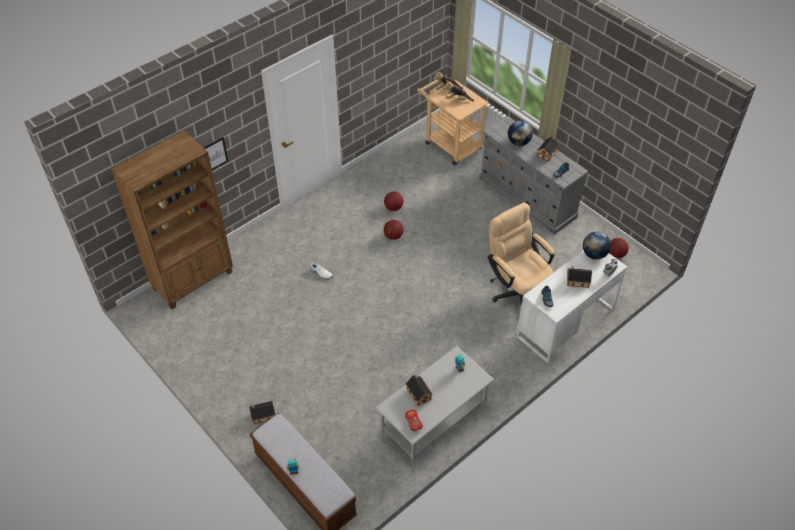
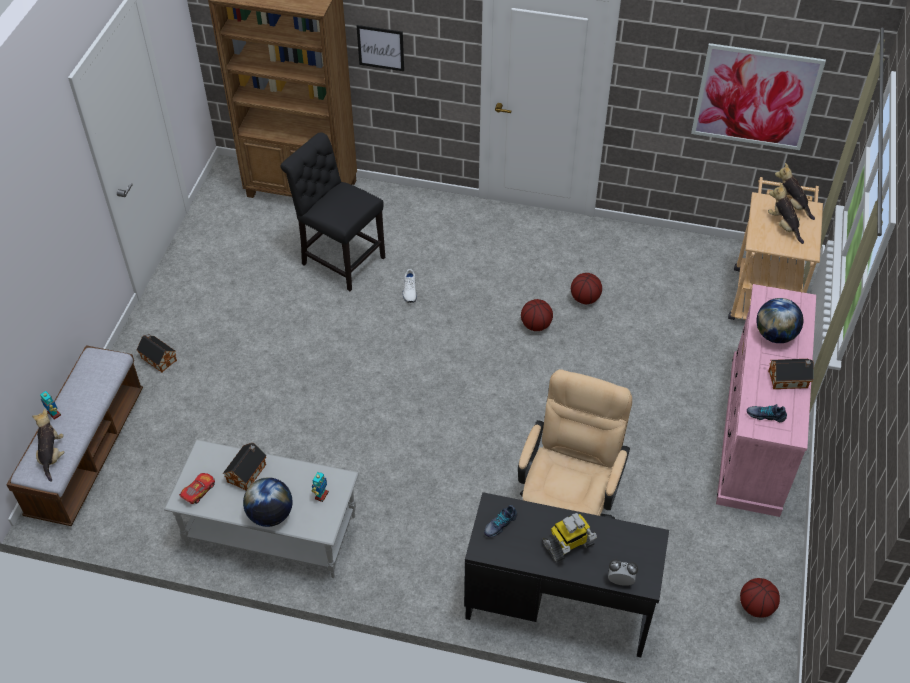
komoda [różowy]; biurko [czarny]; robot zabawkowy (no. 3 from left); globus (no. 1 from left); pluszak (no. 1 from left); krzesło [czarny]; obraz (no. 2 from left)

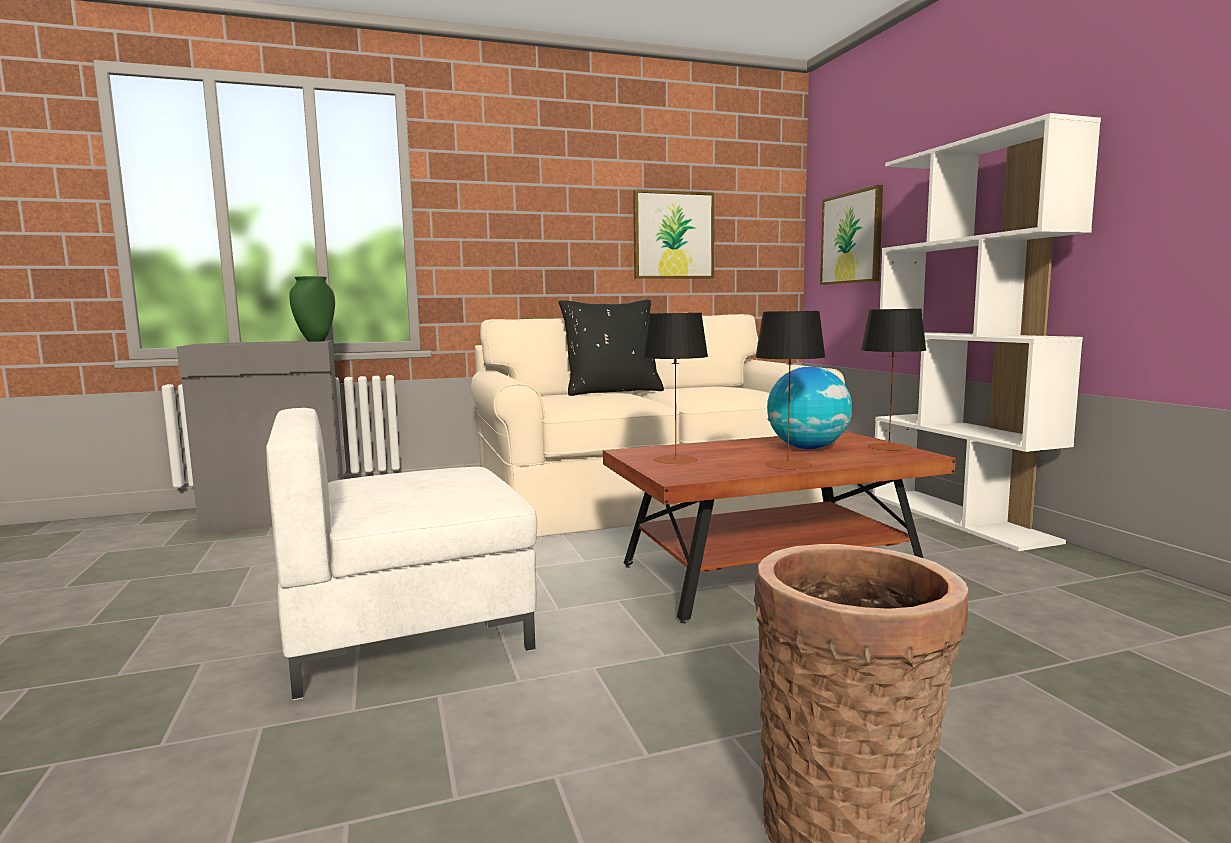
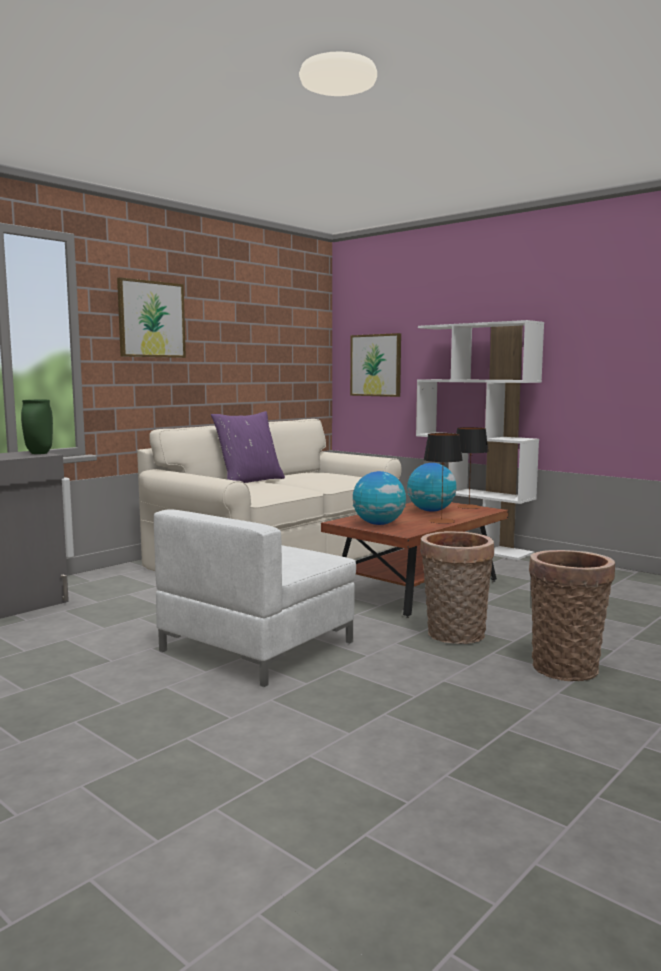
poduszka [fioletowy]; obraz (no. 1 from left); globus (no. 1 from left); koszyk (no. 1 from left)

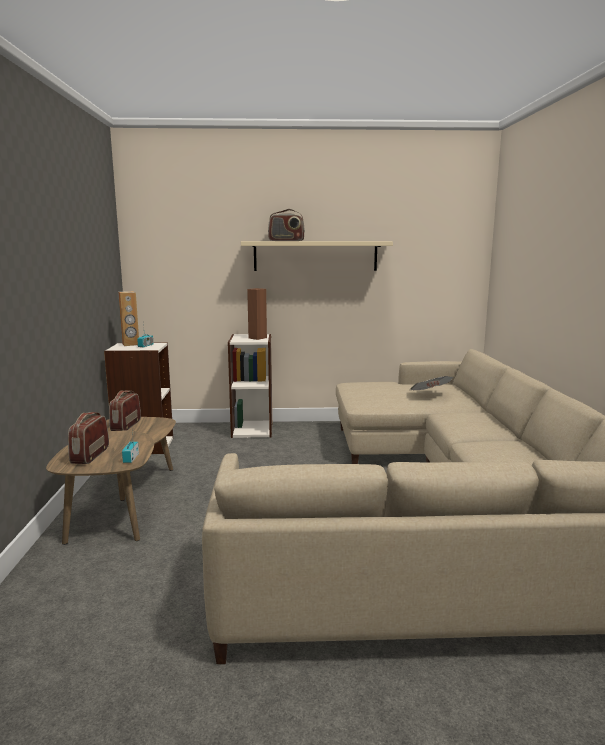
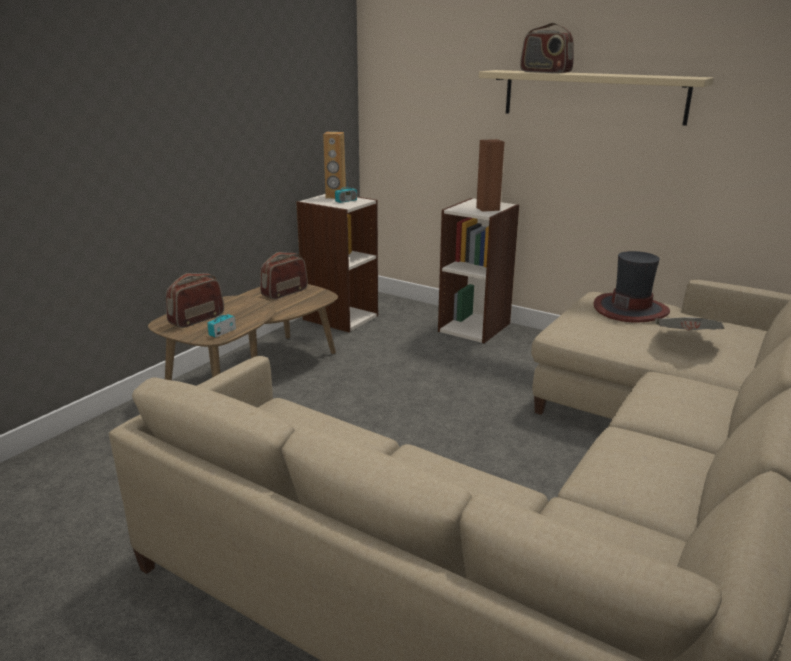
kapelusz

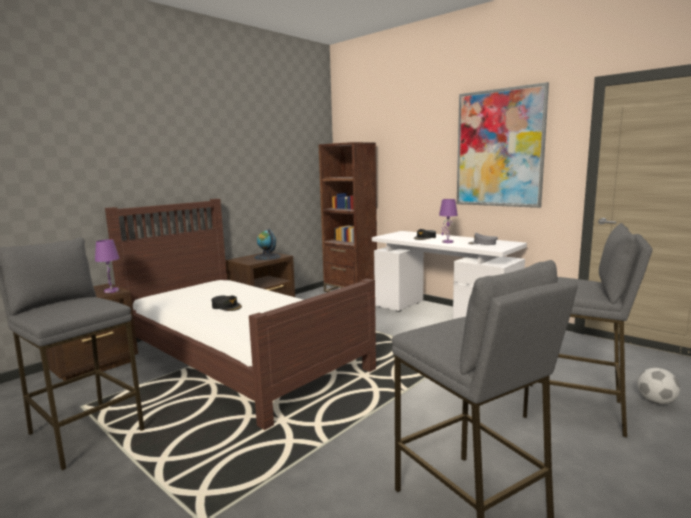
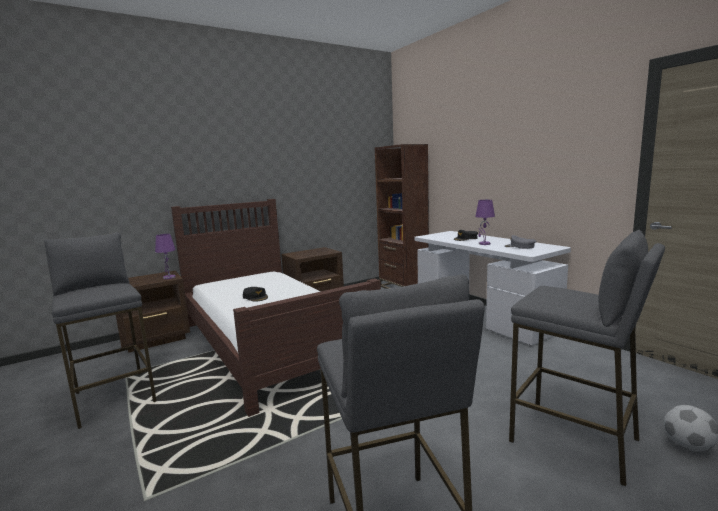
globus; obraz

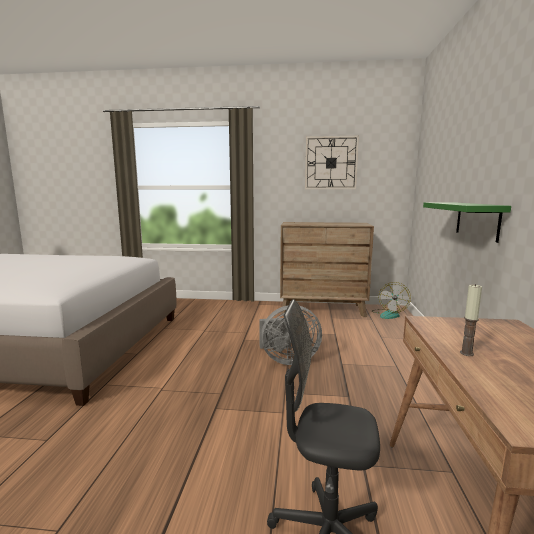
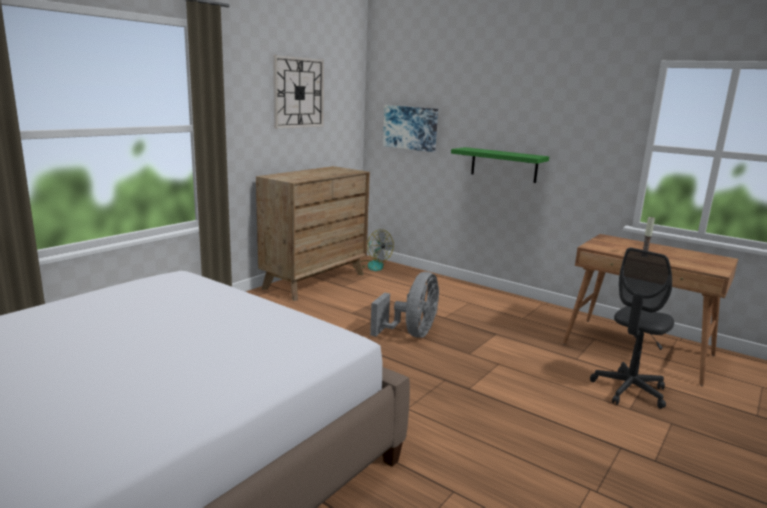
obraz

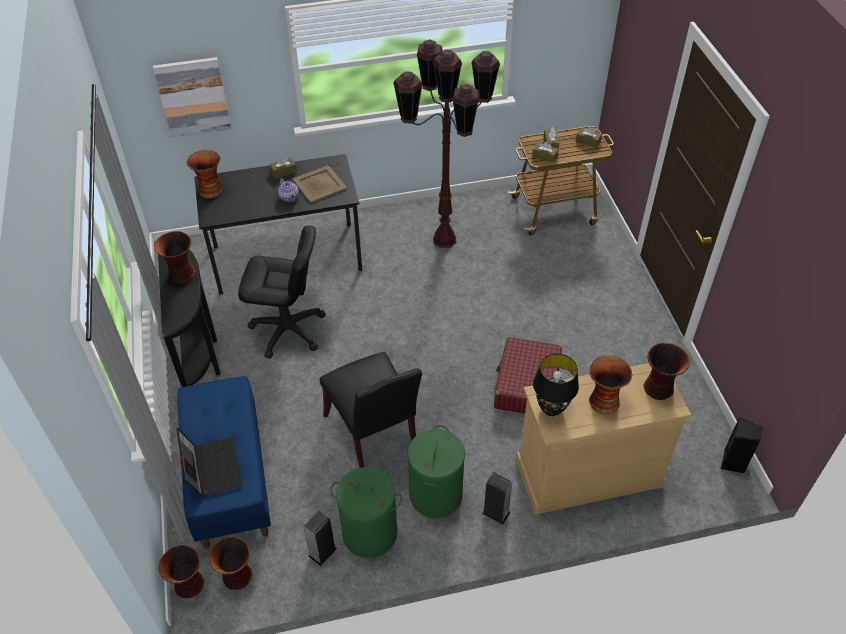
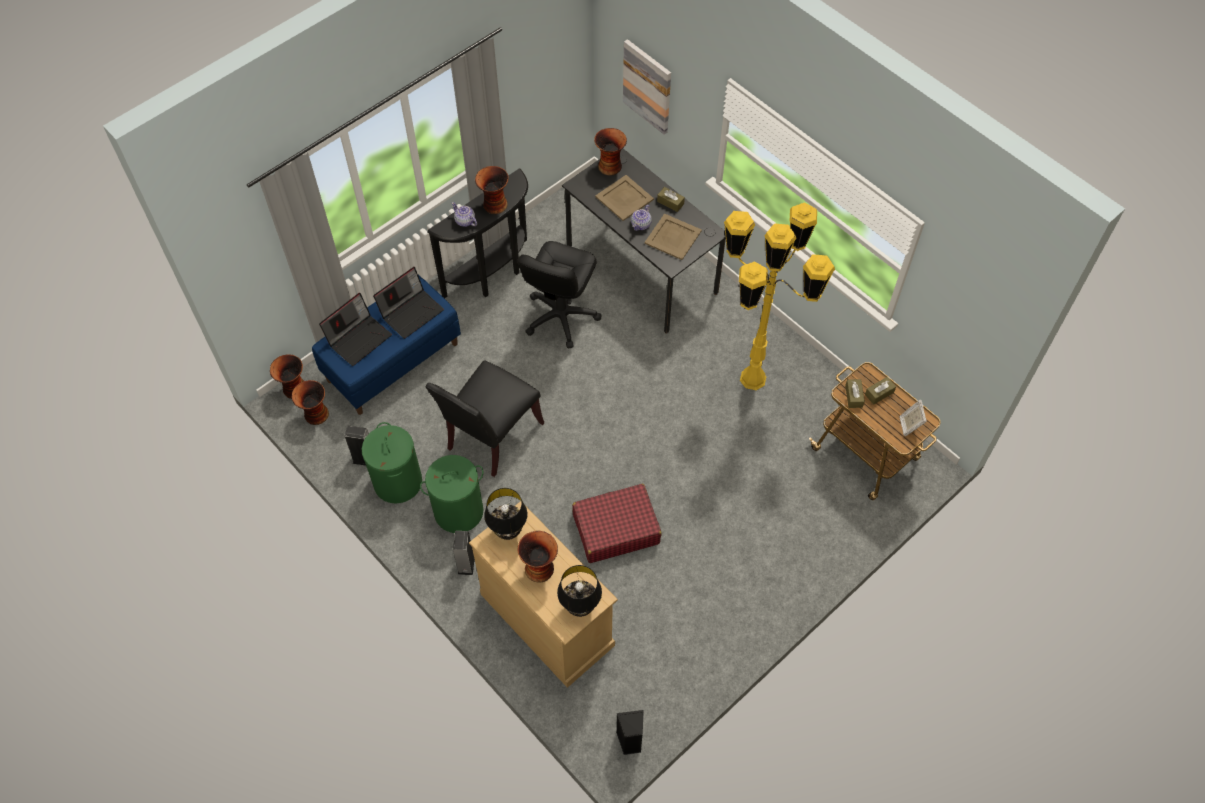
krzesło biurowe [czarny]; lampa stojąca [żółty]; ramka na zdjęcie; lampa stołowa [czarny] (no. 2 from left); laptop (no. 2 from left); imbryk (no. 1 from left); taca [beżowy] (no. 1 from left)

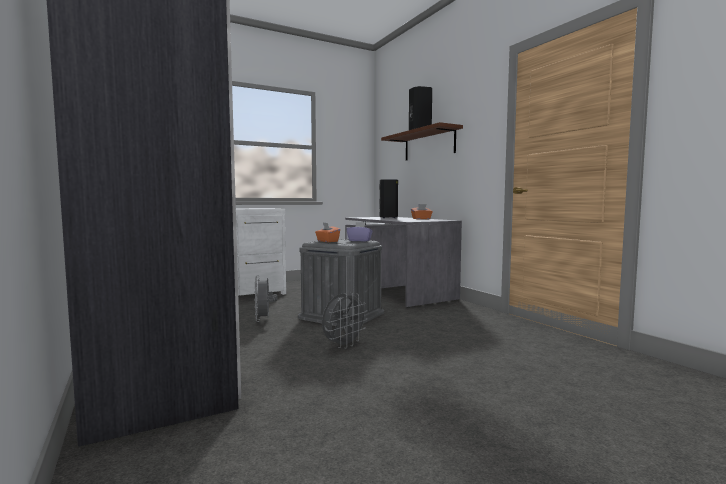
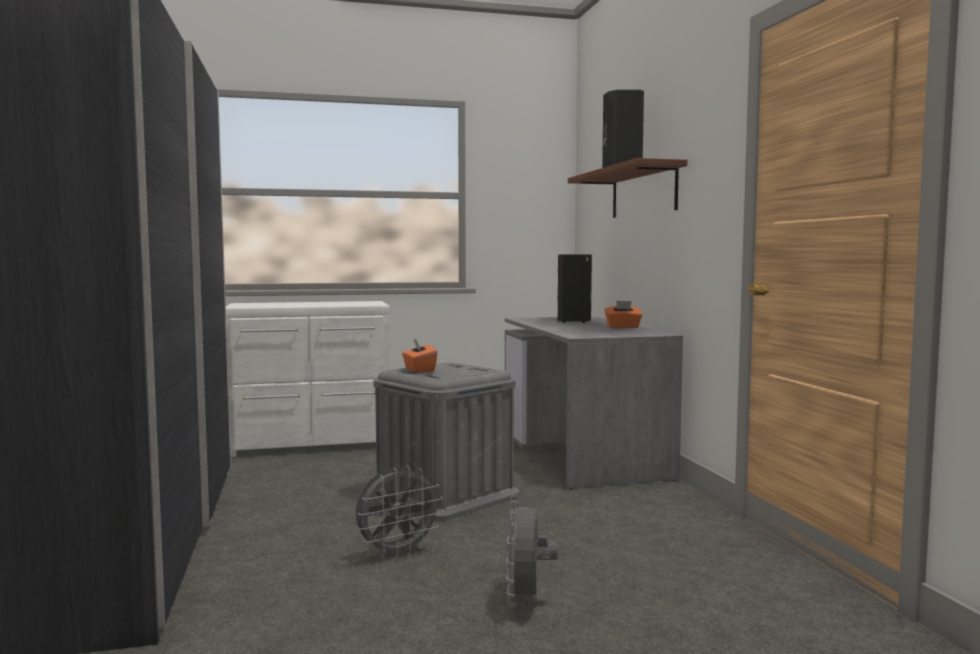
wentylator [szary] (no. 2 from left); pudełko chusteczek [fioletowy]

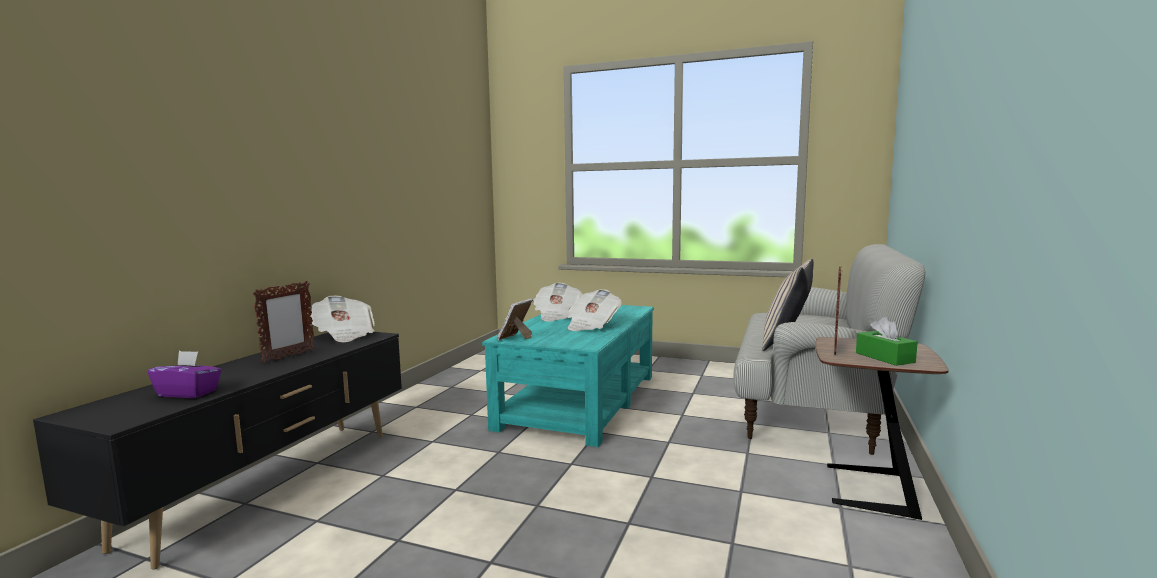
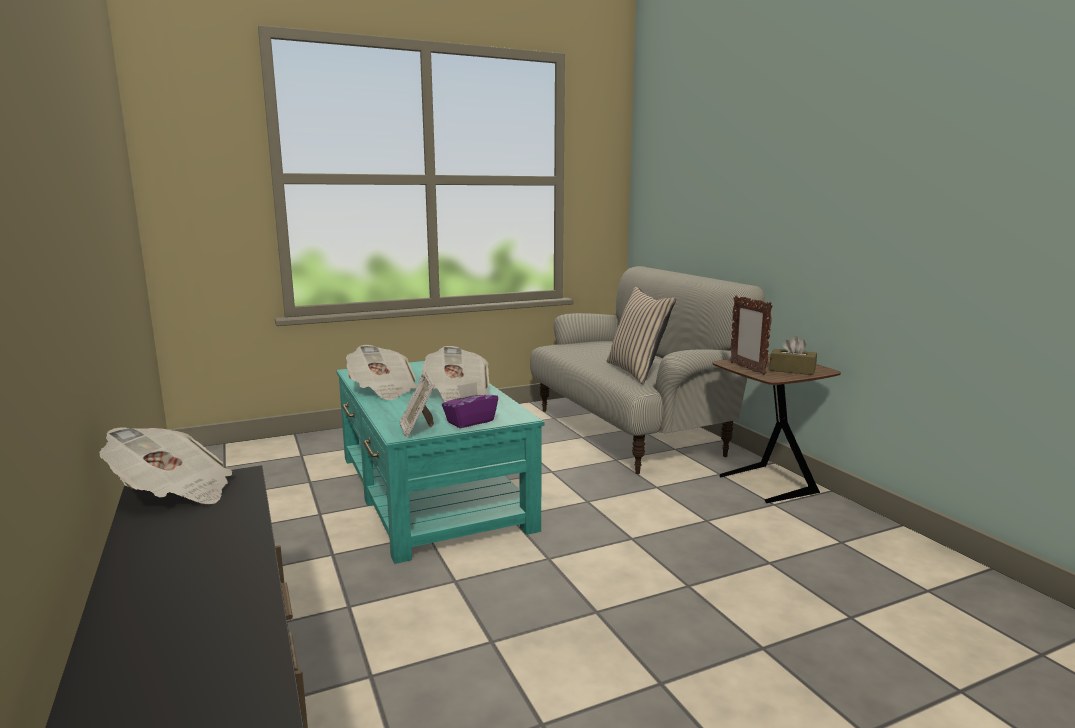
pudełko chusteczek [fioletowy]; ramka na zdjęcie (no. 1 from left in the first image); pudełko chusteczek [brązowy]

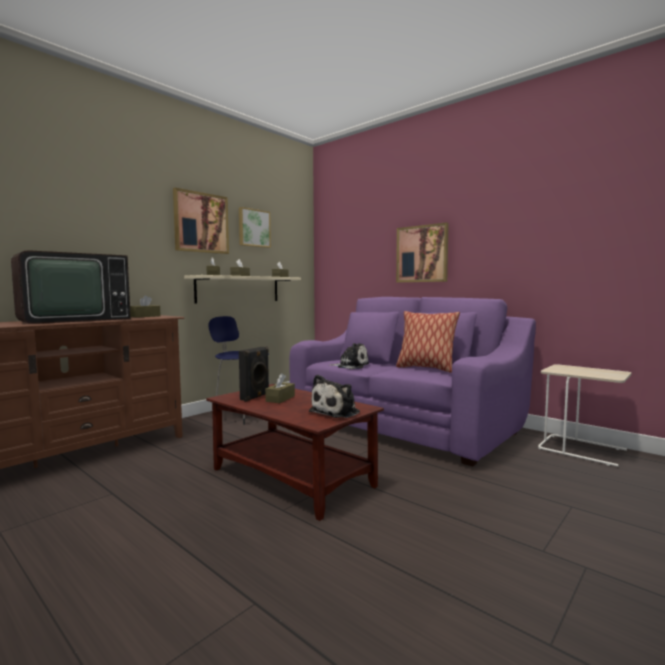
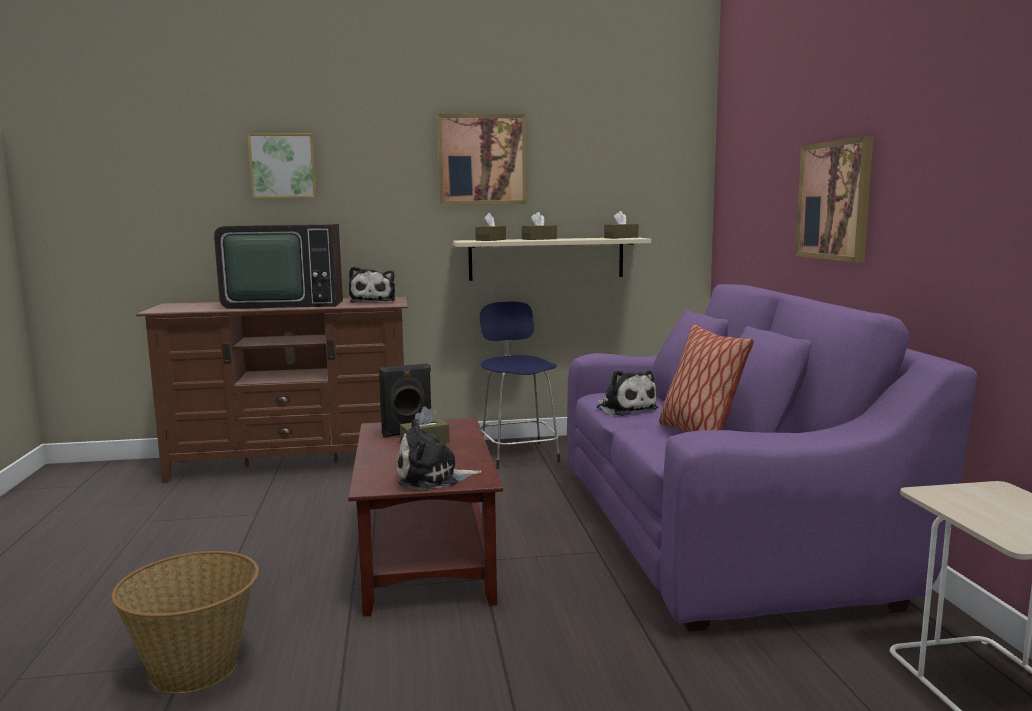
pluszak (no. 1 from left); obraz (no. 1 from left); koszyk

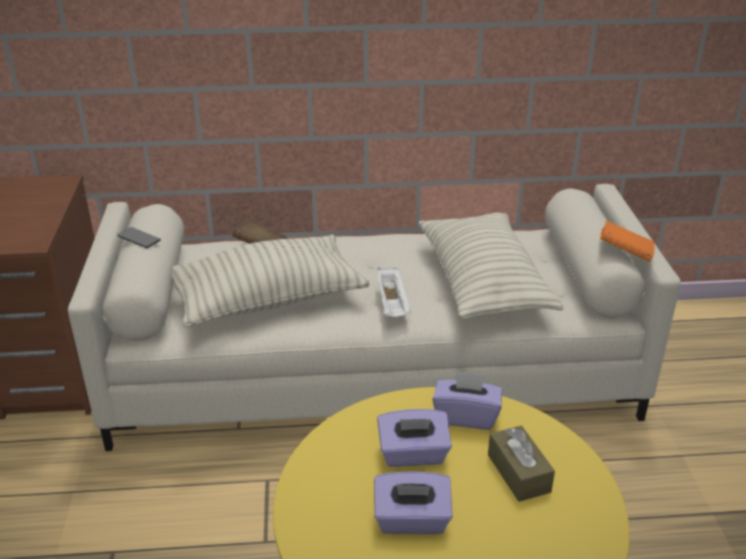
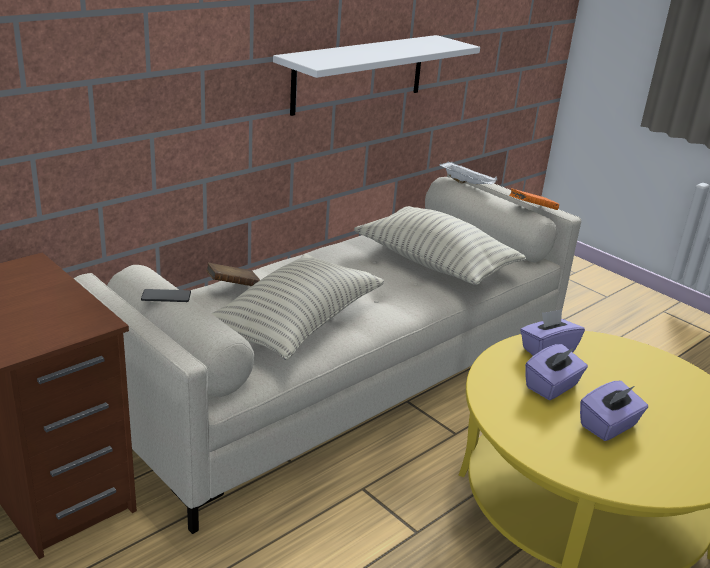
taca [biały]; pudełko chusteczek [brązowy]; półka [biały]

